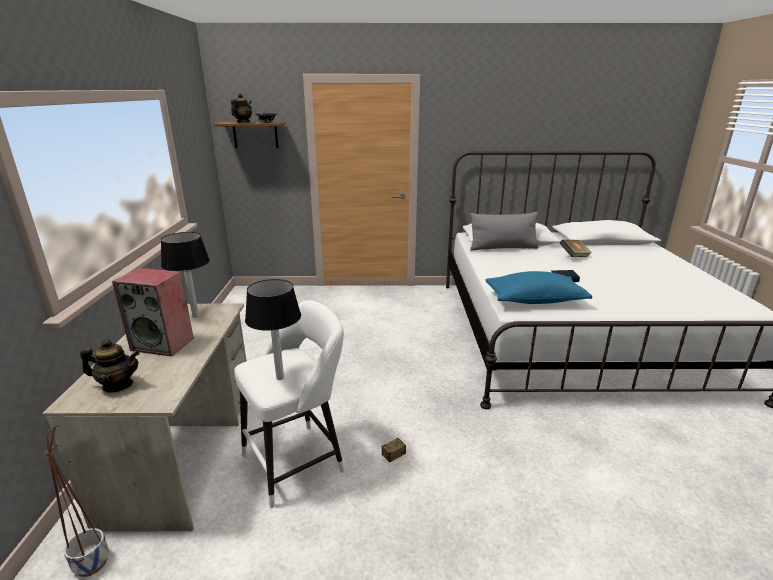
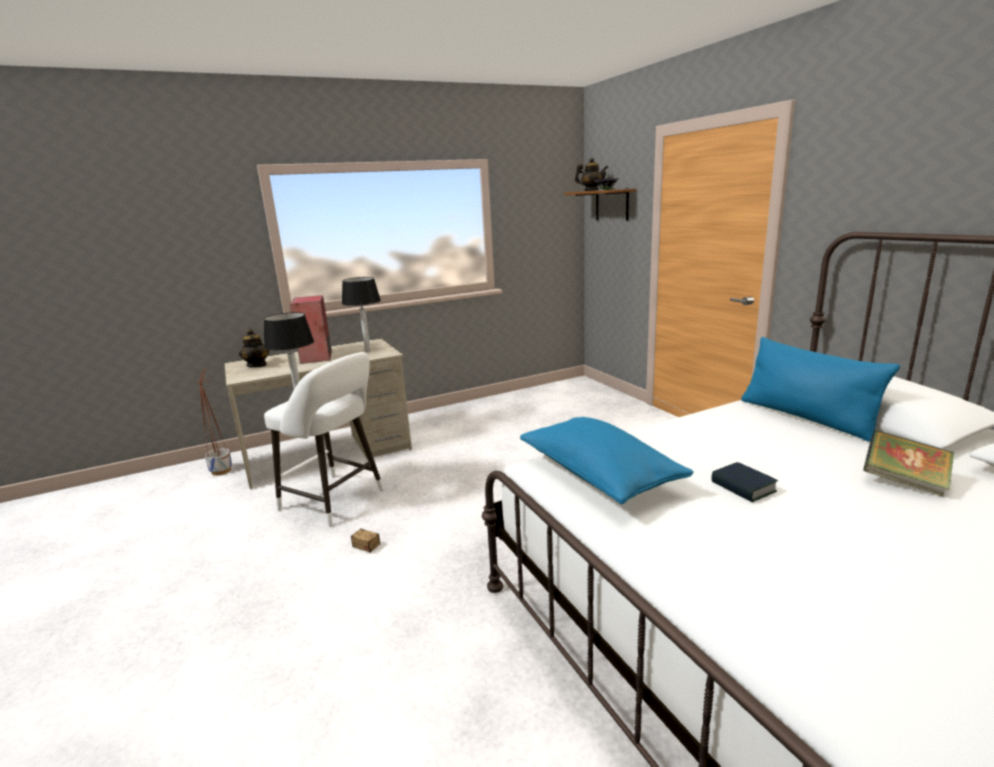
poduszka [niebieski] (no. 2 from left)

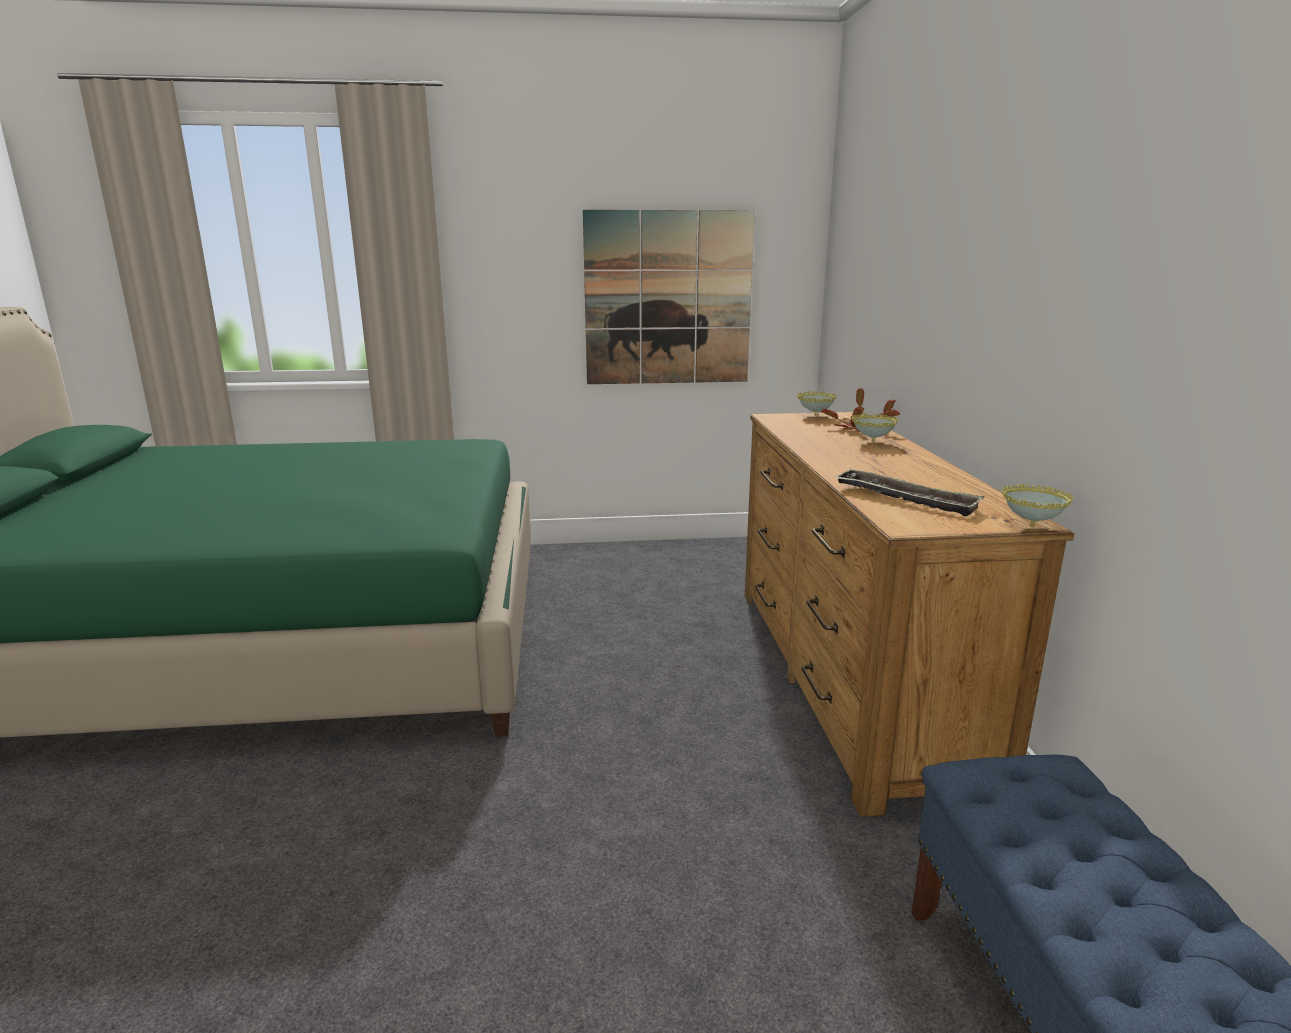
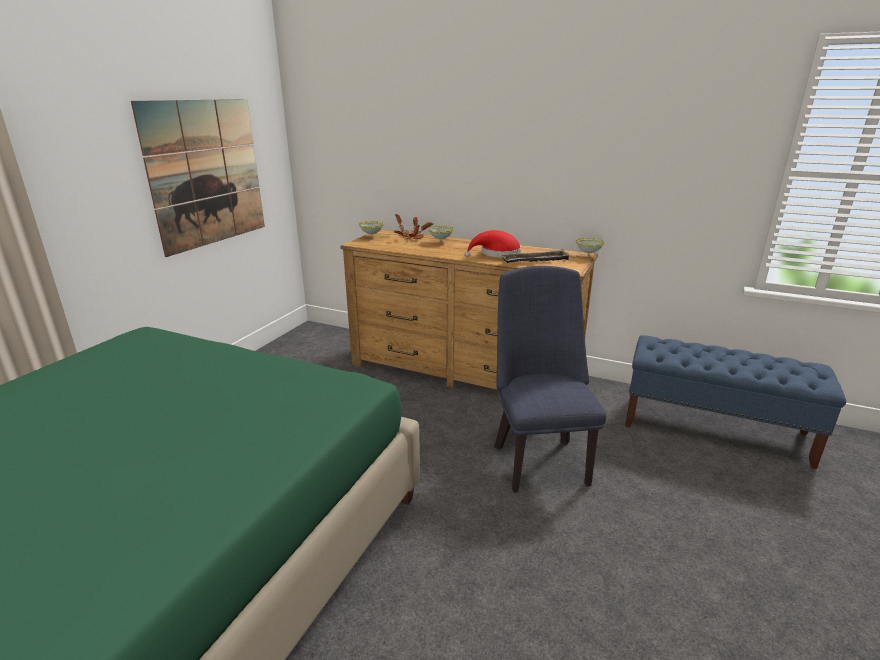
kapelusz [czerwony]; krzesło [niebieski]

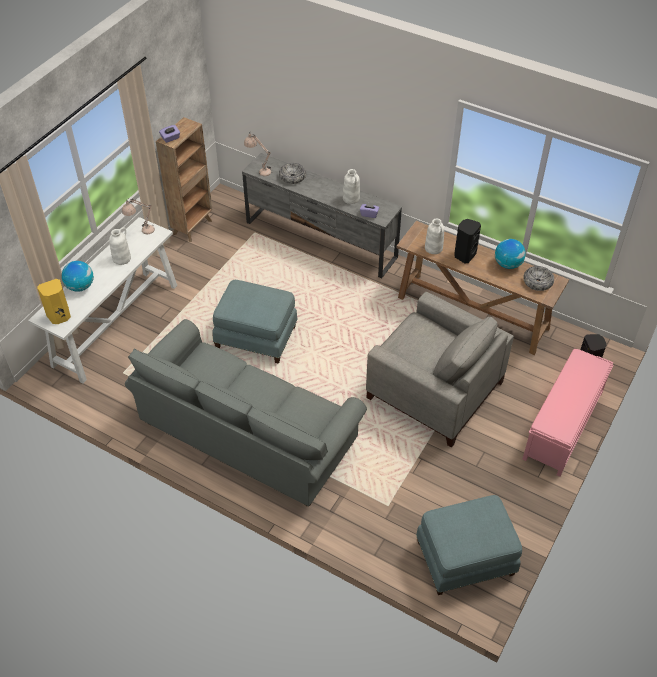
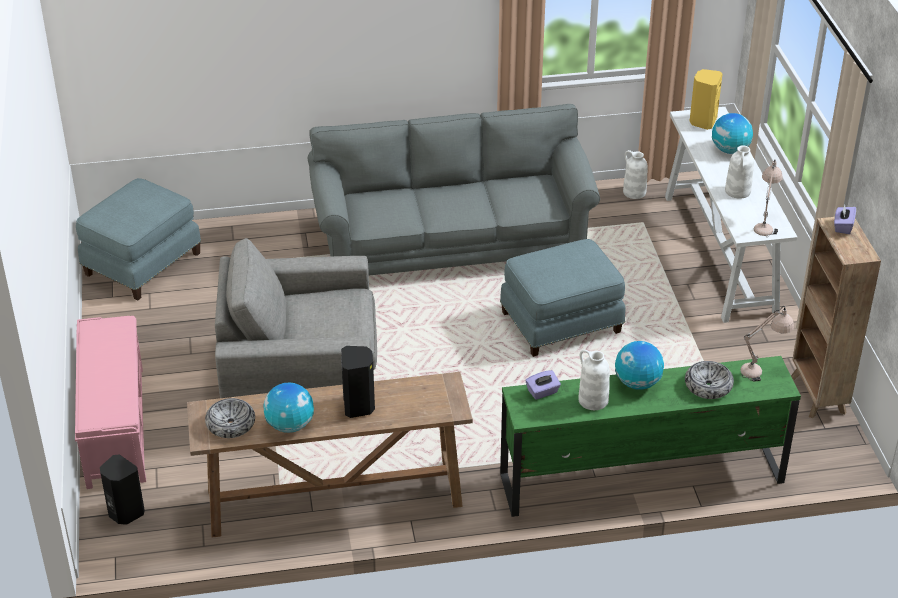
szafka pod telewizor [zielony]; wazon [biały] (no. 2 from left); globus (no. 2 from left)

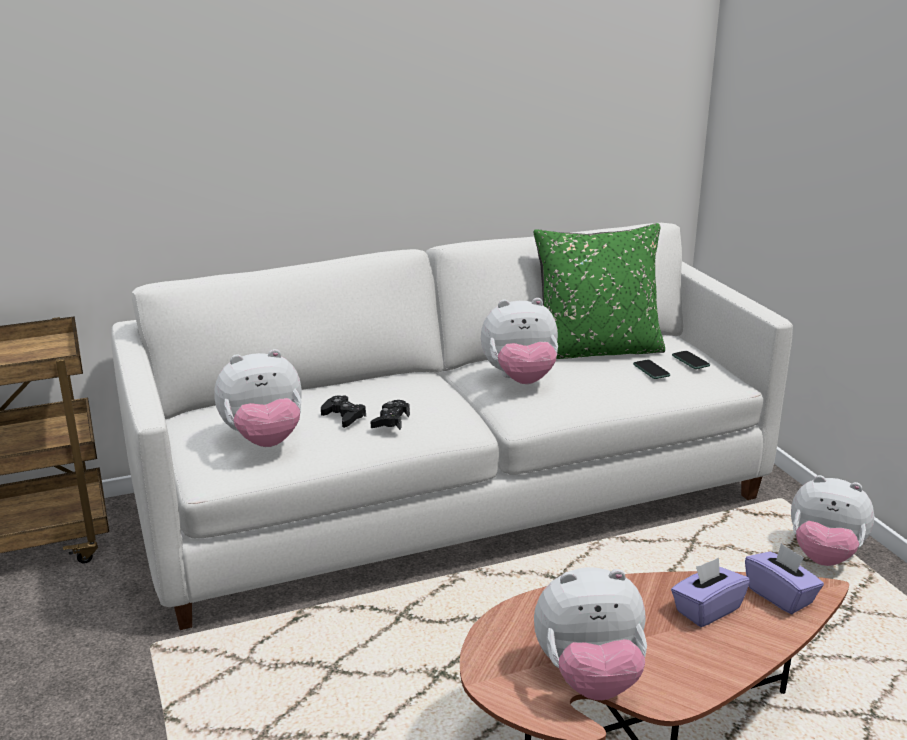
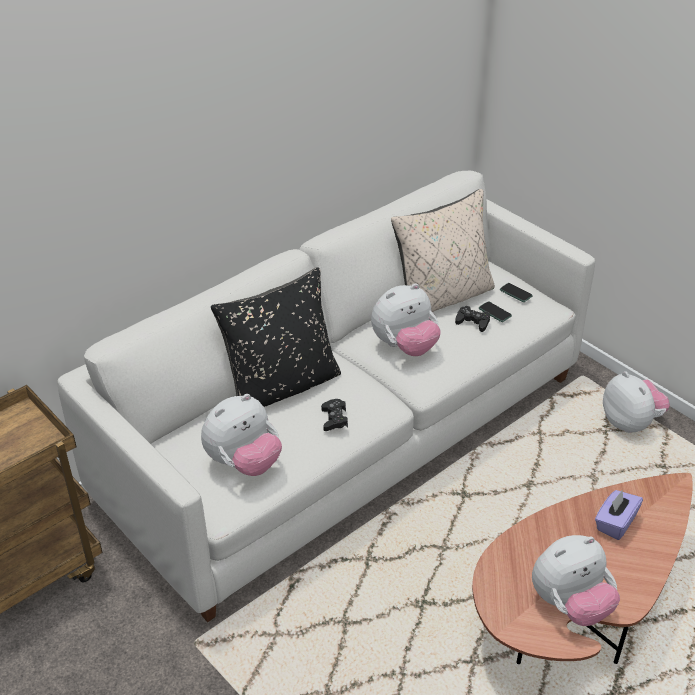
pad do gier [czarny] (no. 2 from left); poduszka [beżowy]; pudełko chusteczek [fioletowy] (no. 2 from left in the first image); pluszak (no. 4 from left); poduszka [czarny]

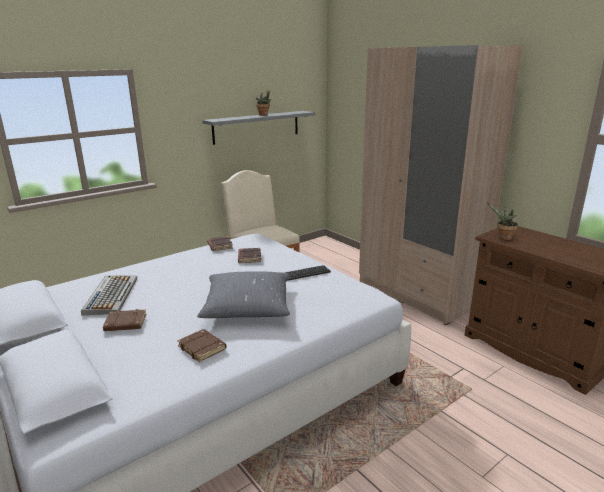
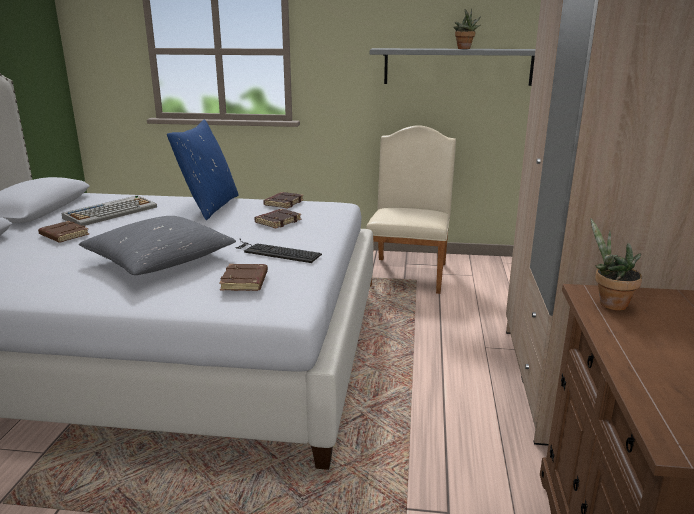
książka [brązowy] (no. 2 from left); poduszka [niebieski]

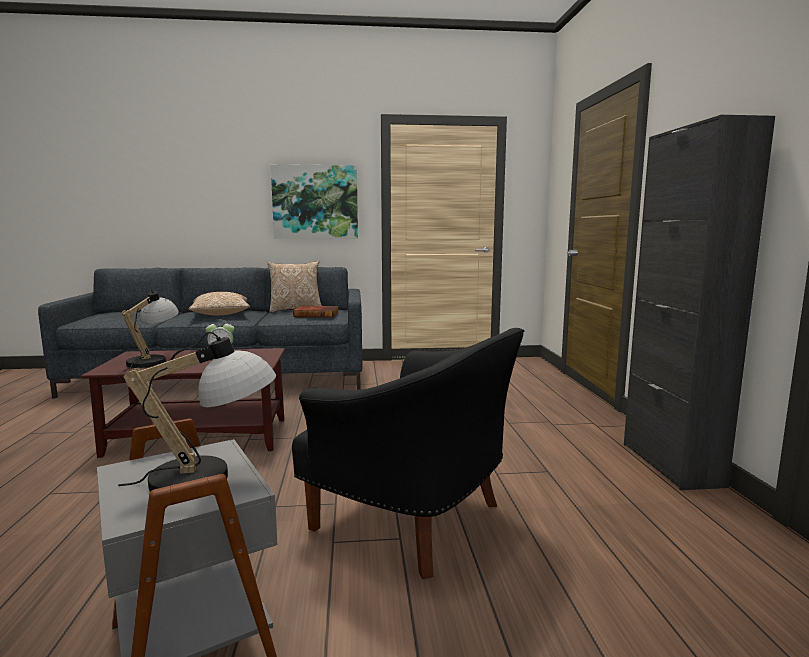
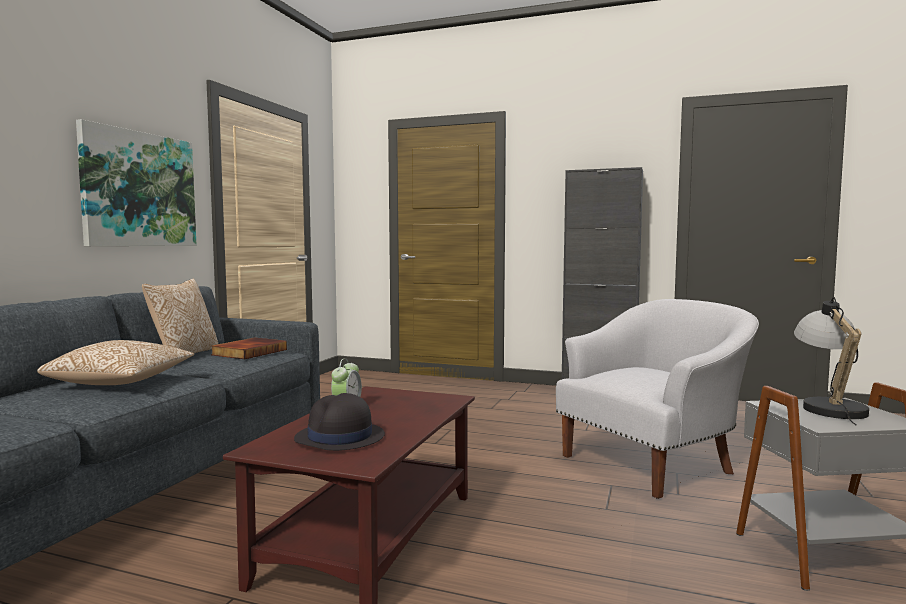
kapelusz [czarny]; fotel [biały]

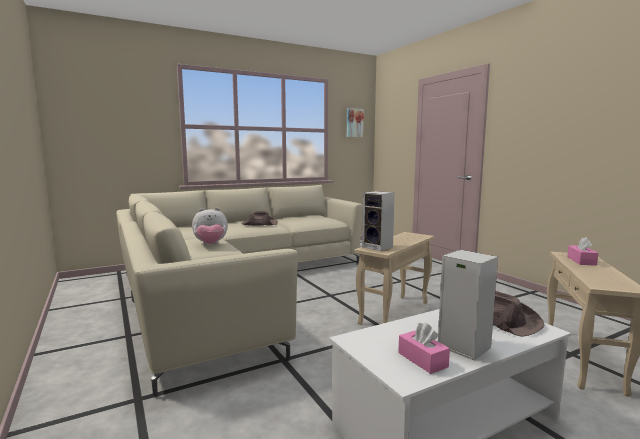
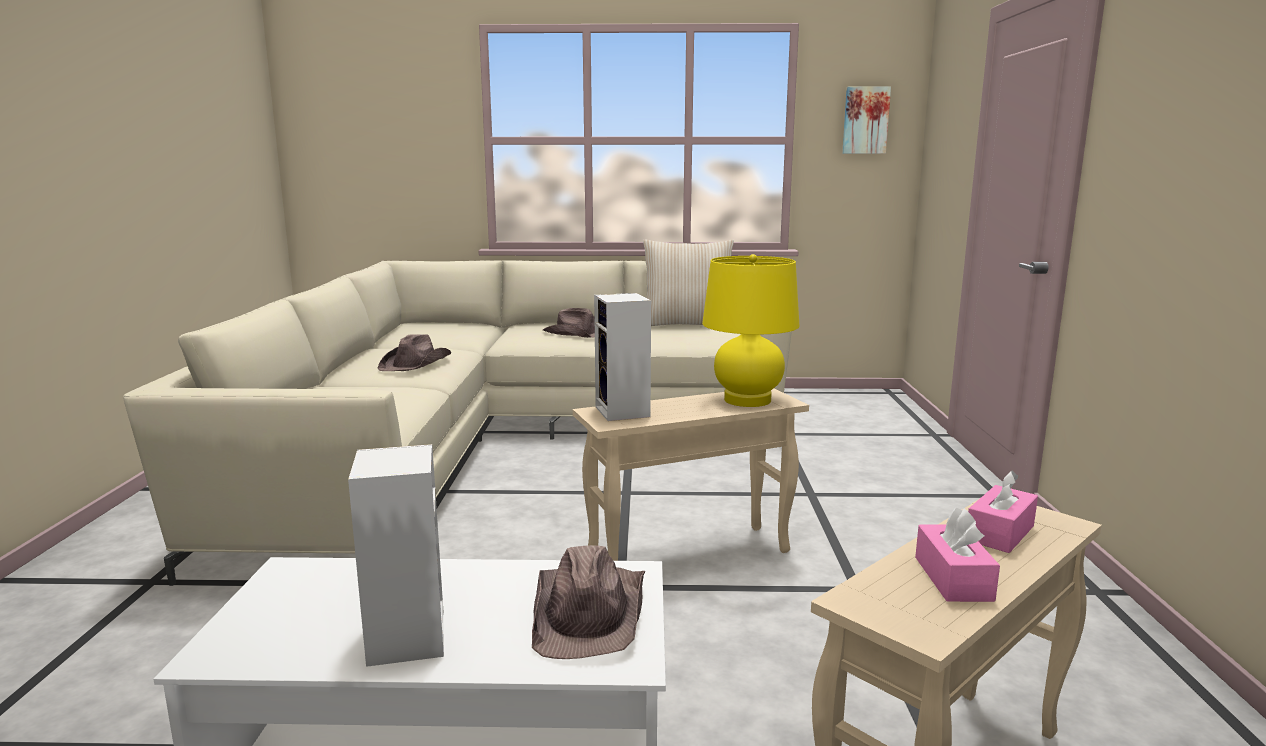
kapelusz [brązowy] (no. 1 from left); pudełko chusteczek [różowy] (no. 1 from left); poduszka [beżowy]; lampa stołowa [żółty]

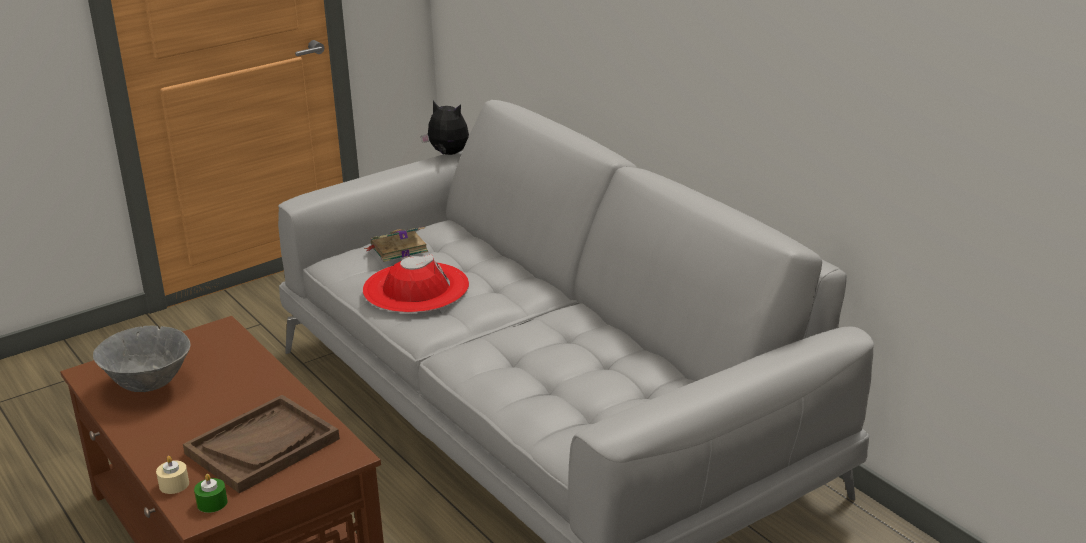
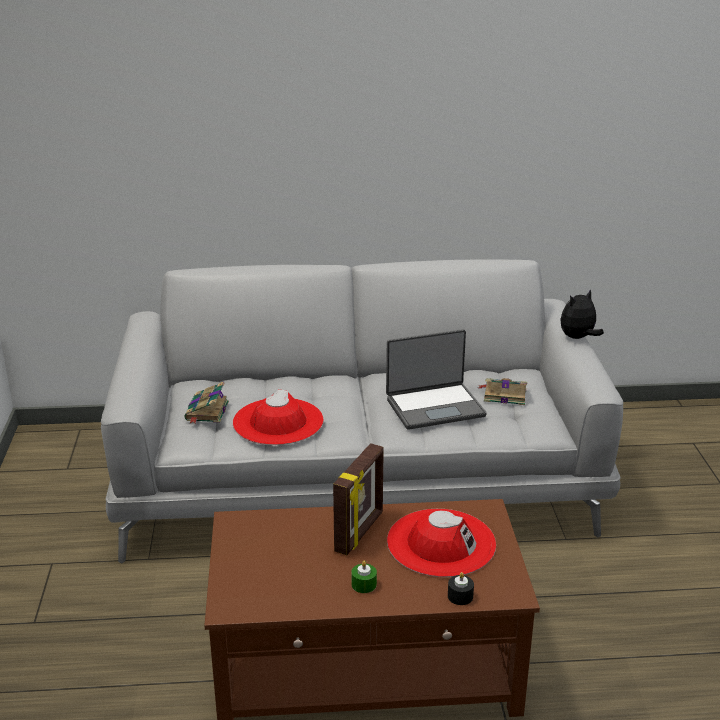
miska [szary]; świeca [czarny]; kapelusz [czerwony] (no. 2 from left); świeca [zielony]; pluszak; ramka na zdjęcie; laptop; książka (no. 2 from left)

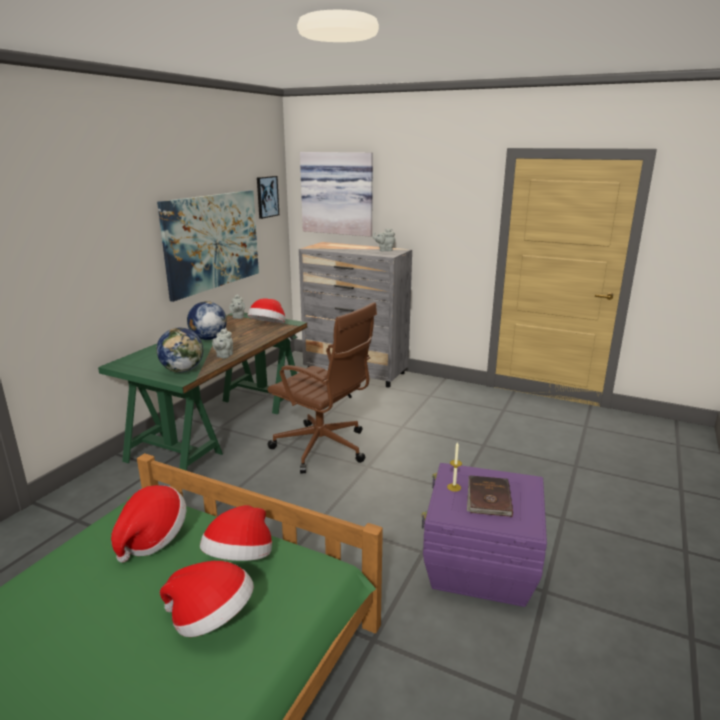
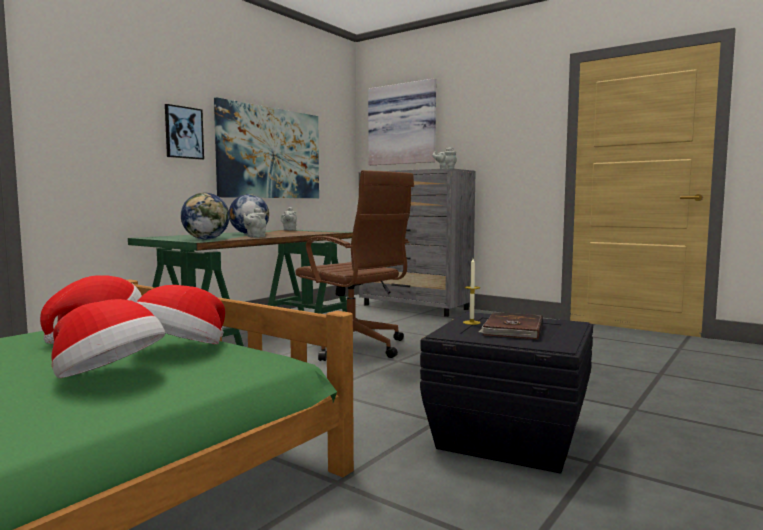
kapelusz (no. 4 from left in the first image); obraz (no. 1 from left); pojemnik do przechowywania [czarny]

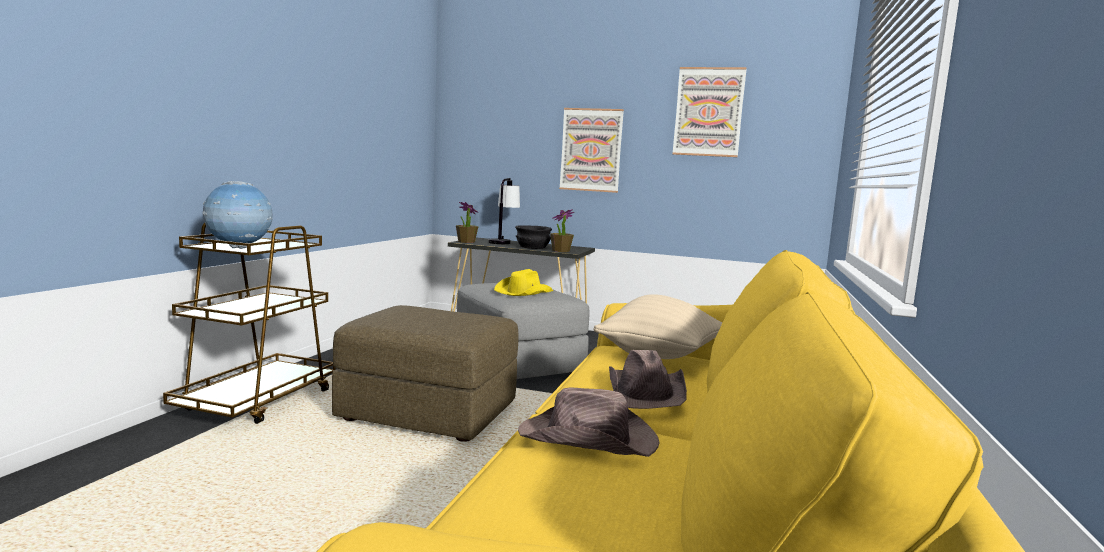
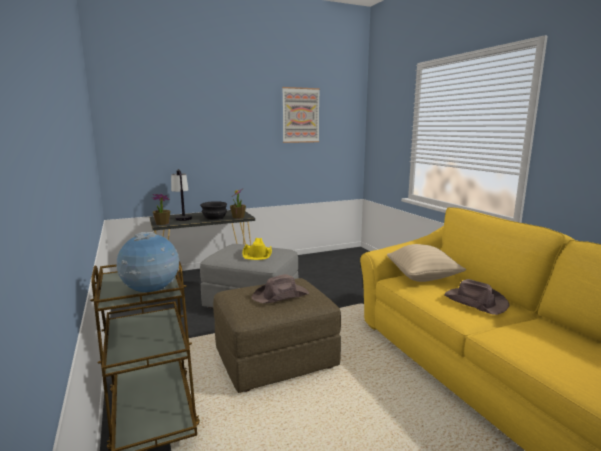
kapelusz [brązowy] (no. 1 from left); obraz (no. 1 from left in the first image)

